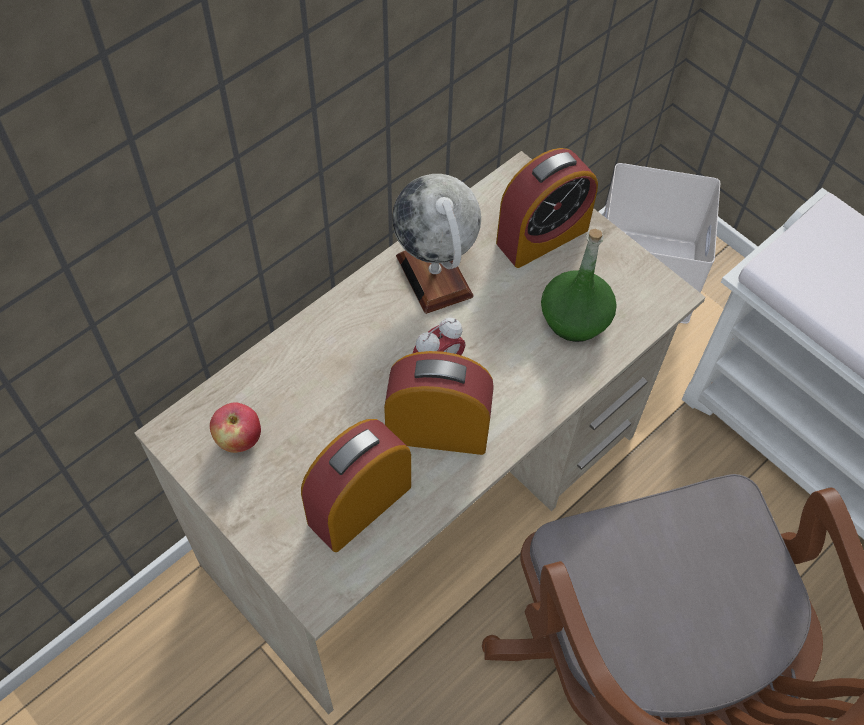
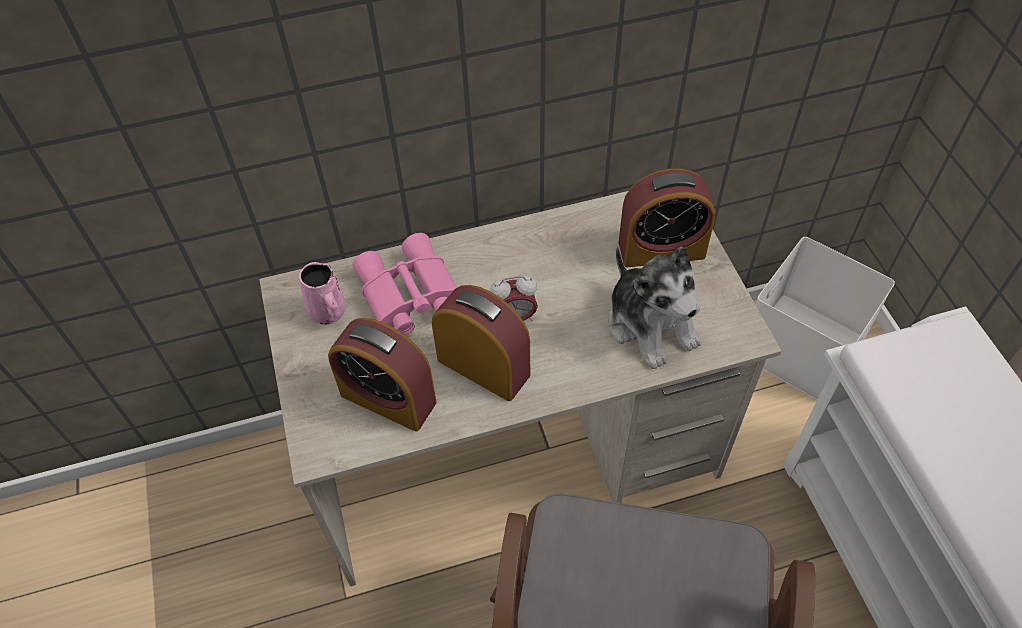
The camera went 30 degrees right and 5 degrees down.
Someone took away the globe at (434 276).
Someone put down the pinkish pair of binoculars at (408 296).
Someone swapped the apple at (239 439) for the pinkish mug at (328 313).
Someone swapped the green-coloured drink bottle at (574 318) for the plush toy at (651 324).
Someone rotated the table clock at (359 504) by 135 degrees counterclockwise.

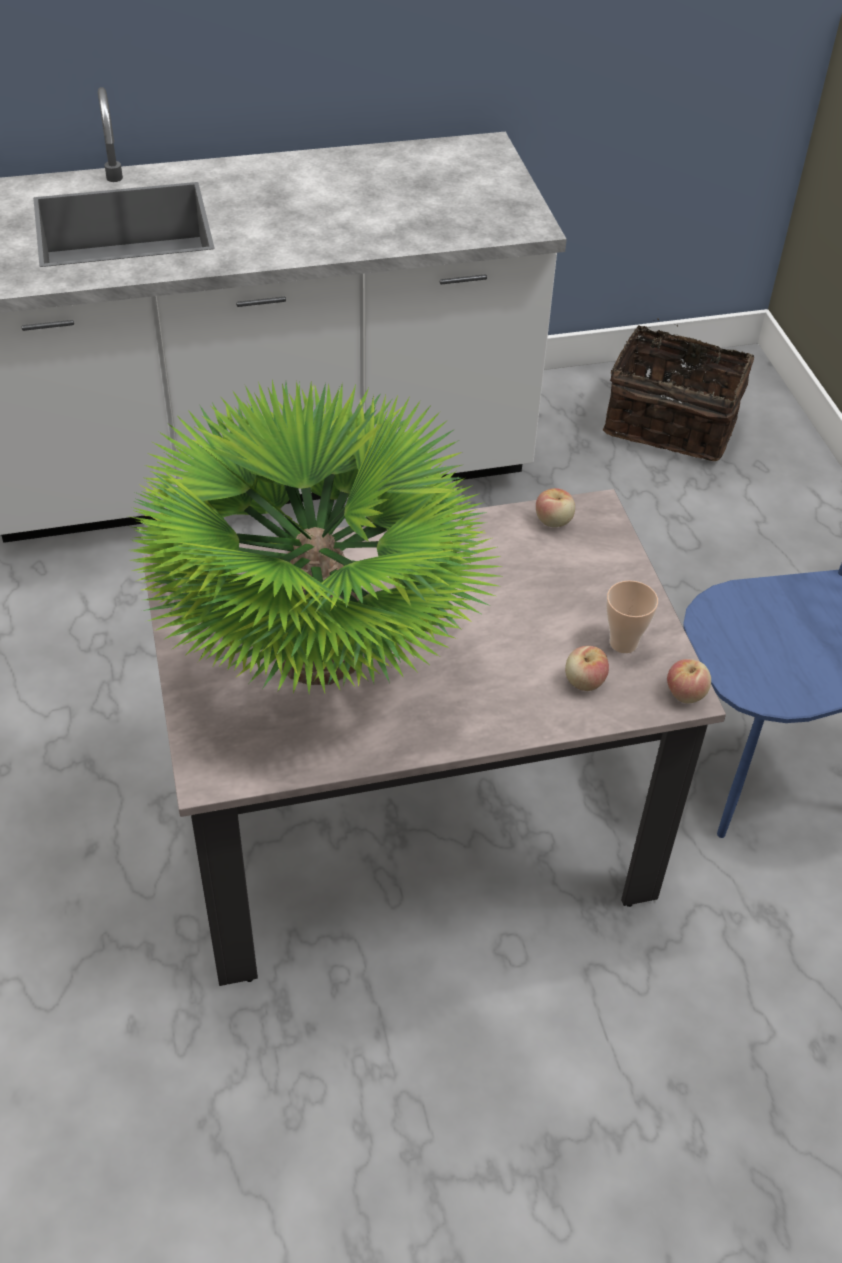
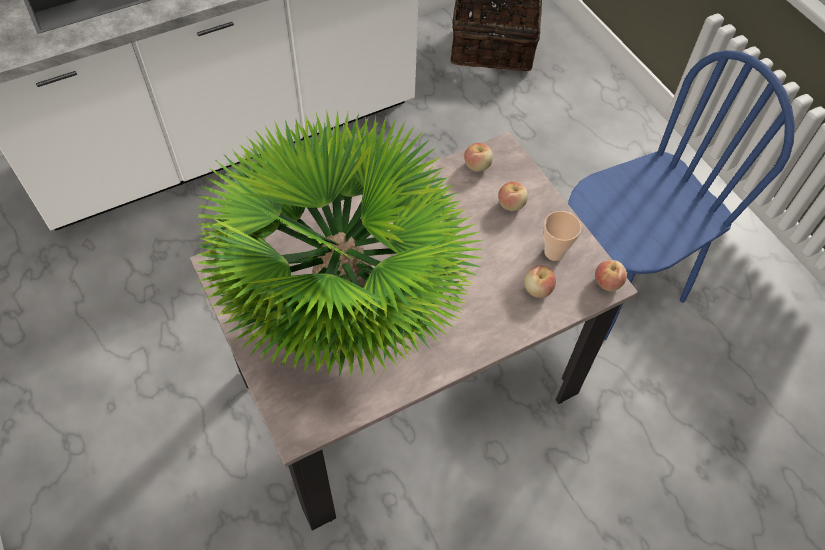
The camera went 15 degrees left and 10 degrees up.
Someone put down the apple at (511 204).

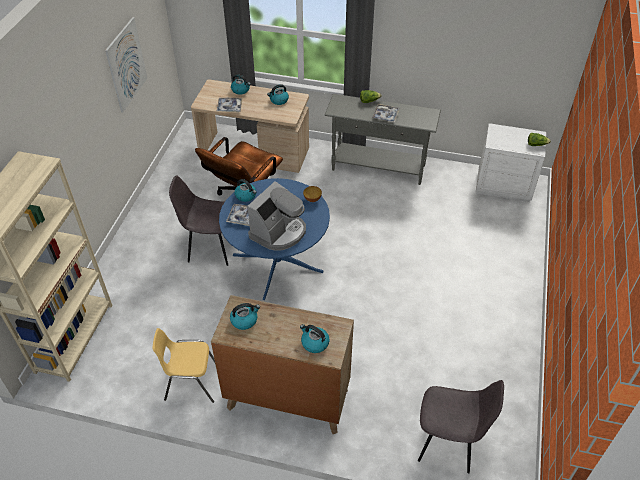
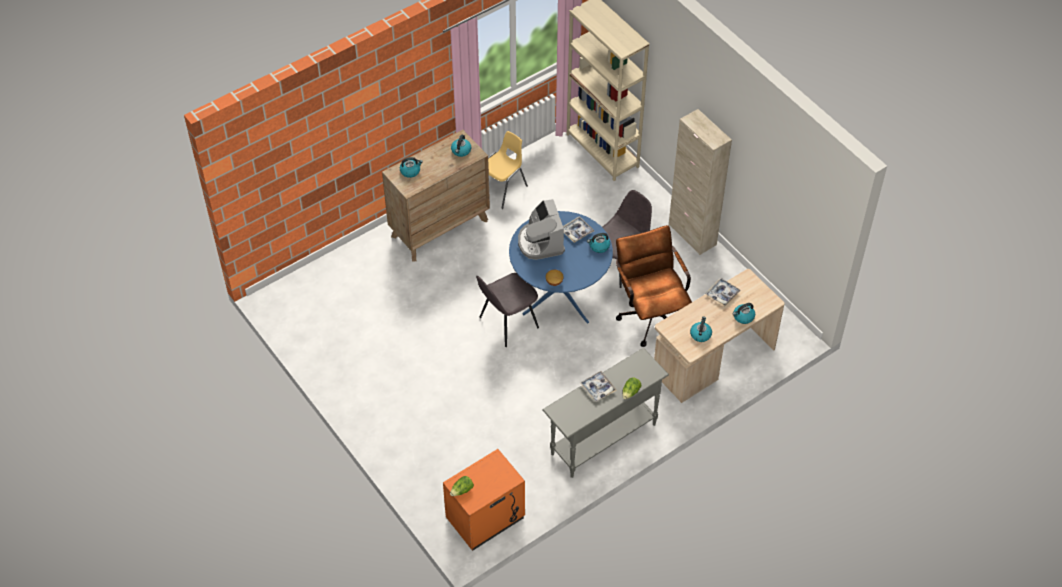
The camera went 130 degrees right and 5 degrees up.
Someone took away the picture at (126 65).
Someone put down the sand-coloured cabinet at (692 234).
Someone carried the grey upright chair from (449 442) to (507 323).
Someone repainted the whitish night table at (504 185), which became the orange night table at (486 519).

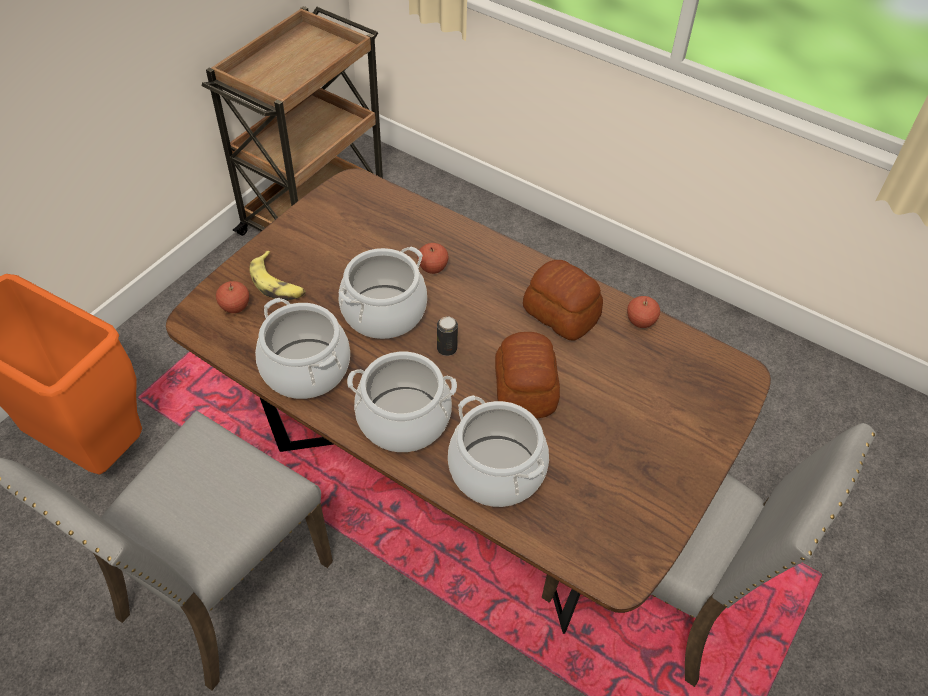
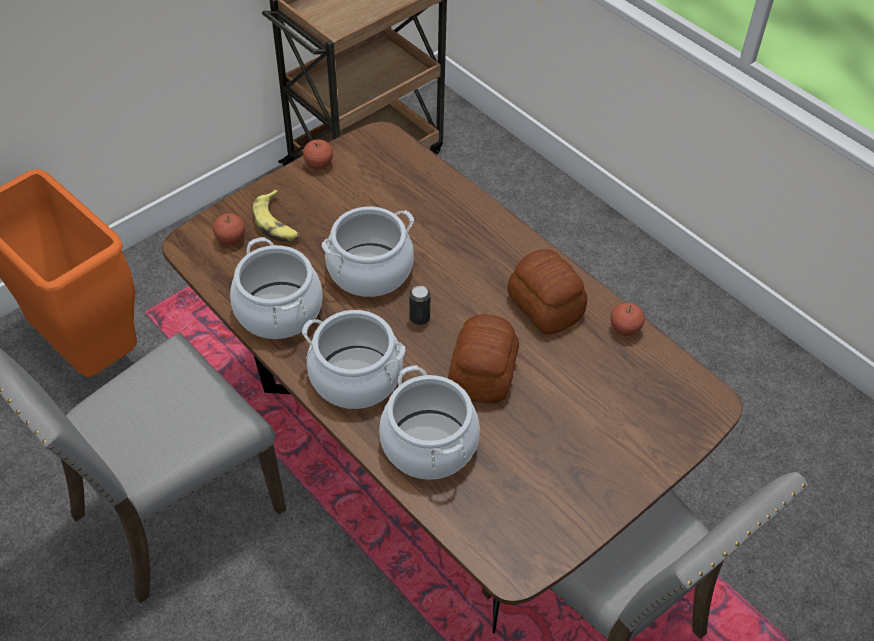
The camera went 15 degrees right and 0 degrees up.
Someone carried the apple from (433 268) to (319 164).

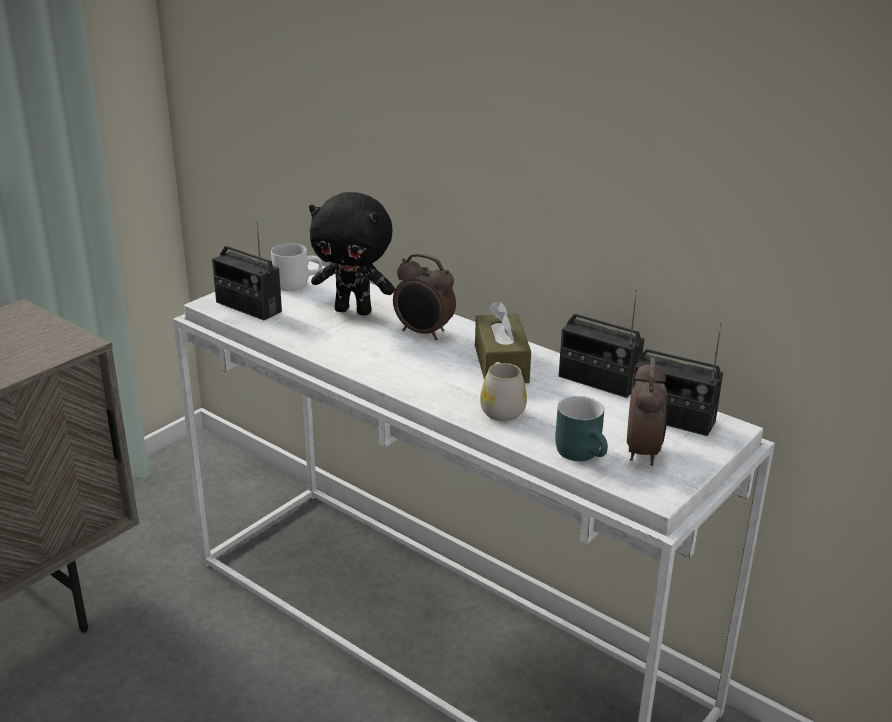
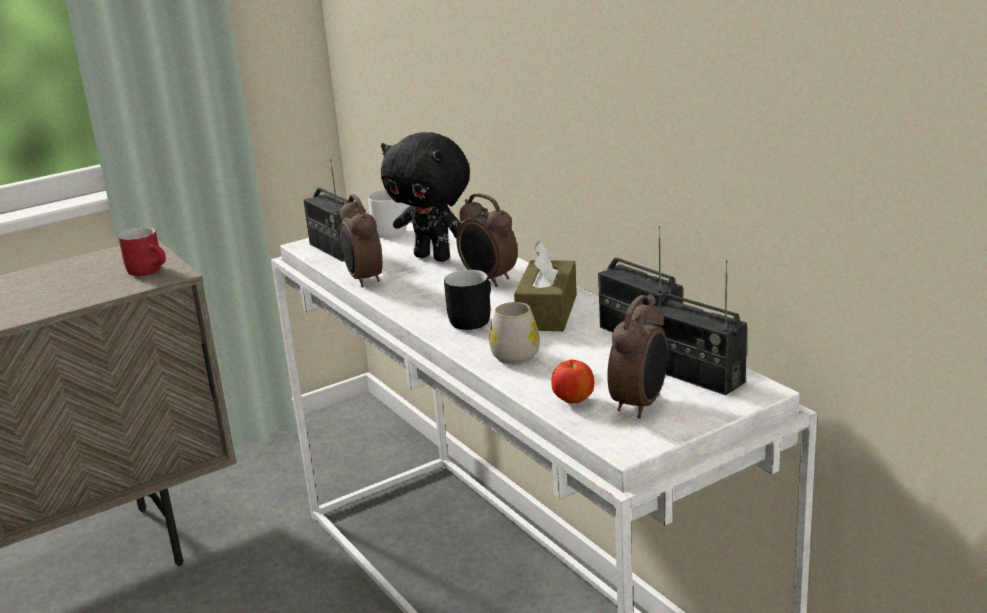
The camera went 20 degrees right and 5 degrees down.
Someone put down the red-coloured mug at (150 270).
Someone put down the table clock at (363 280).
Someone put down the black-coloured mug at (471 319).
Someone swapped the blue-green mug at (584 453) for the apple at (573 401).

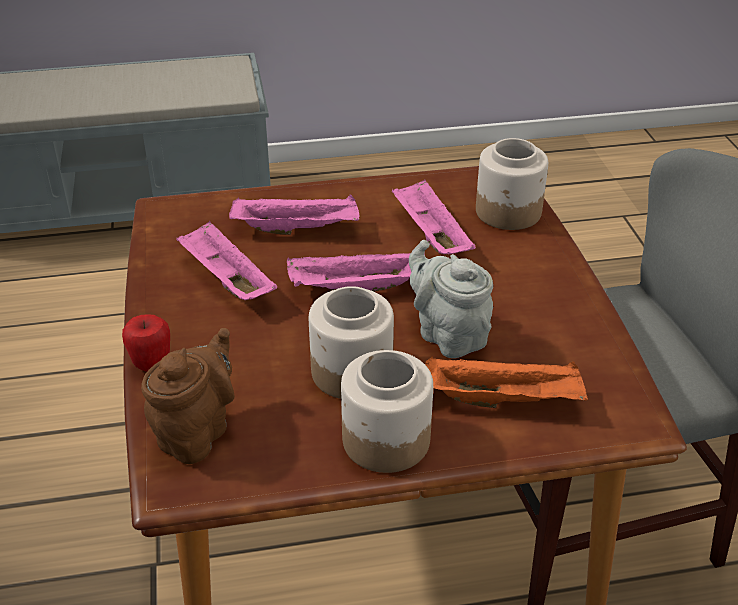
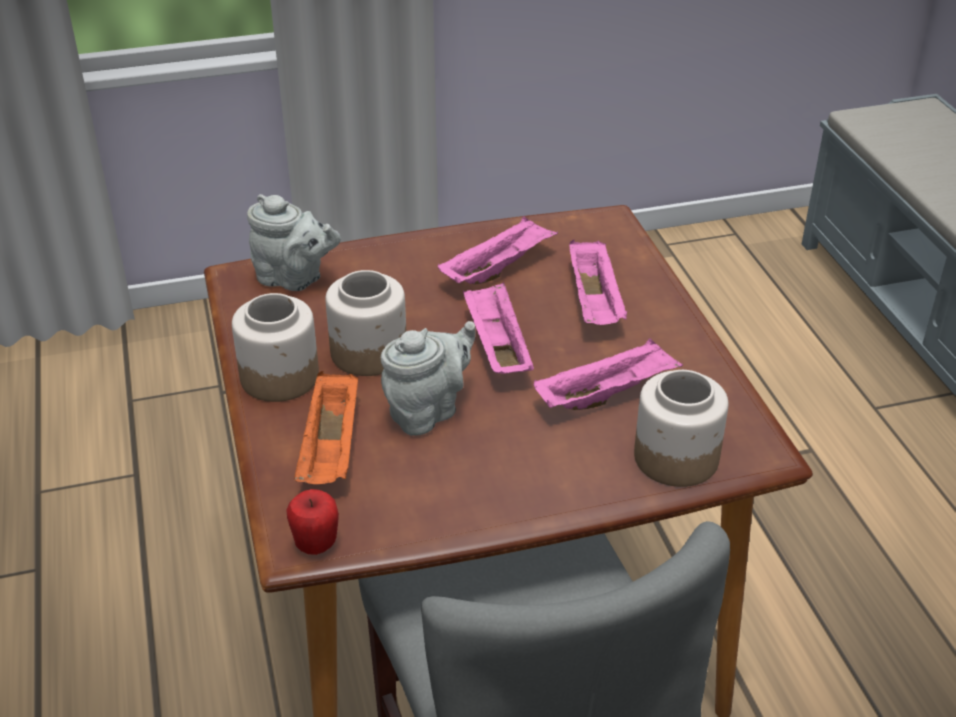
The camera went 85 degrees right and 0 degrees up.
Someone carried the apple from (151 364) to (316 545).
Someone repainted the brown-coloured pot for tea at (197 432), which became the grey pot for tea at (294 279).

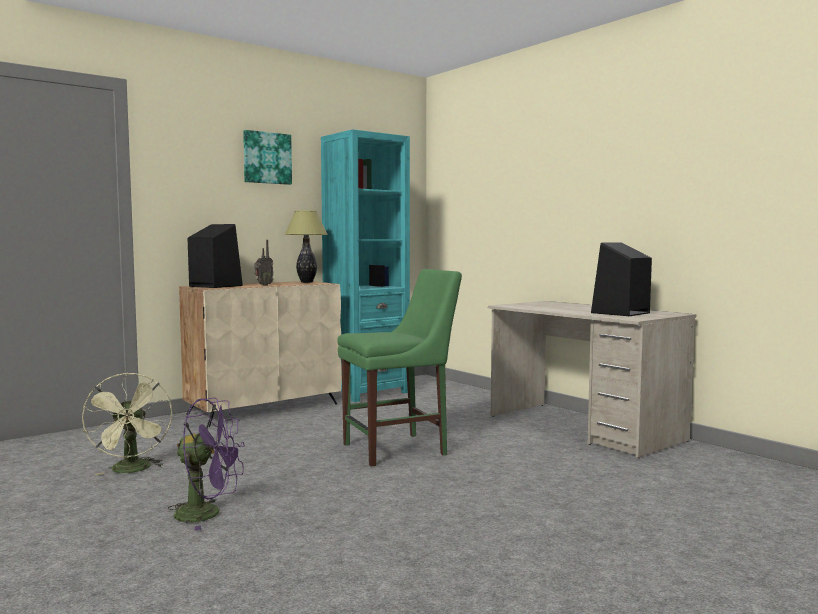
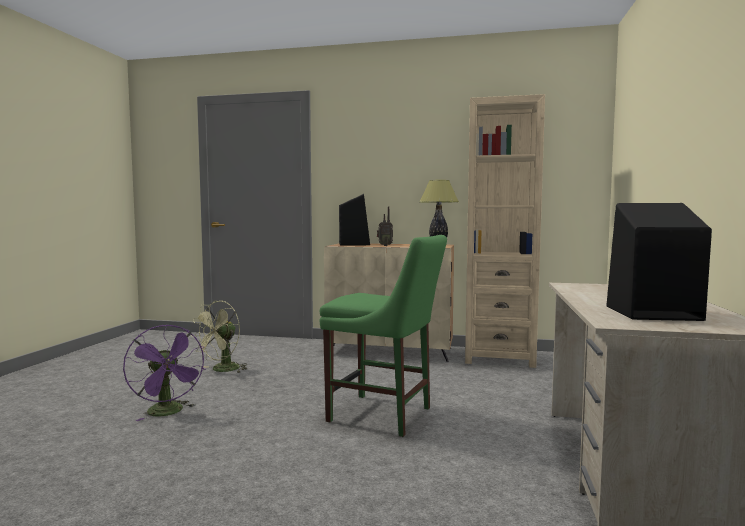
The camera went 50 degrees right and 0 degrees up.
Someone took away the picture at (266 158).
Someone repainted the blue-green bookshelf at (366 392), which became the sand-coloured bookshelf at (499 357).

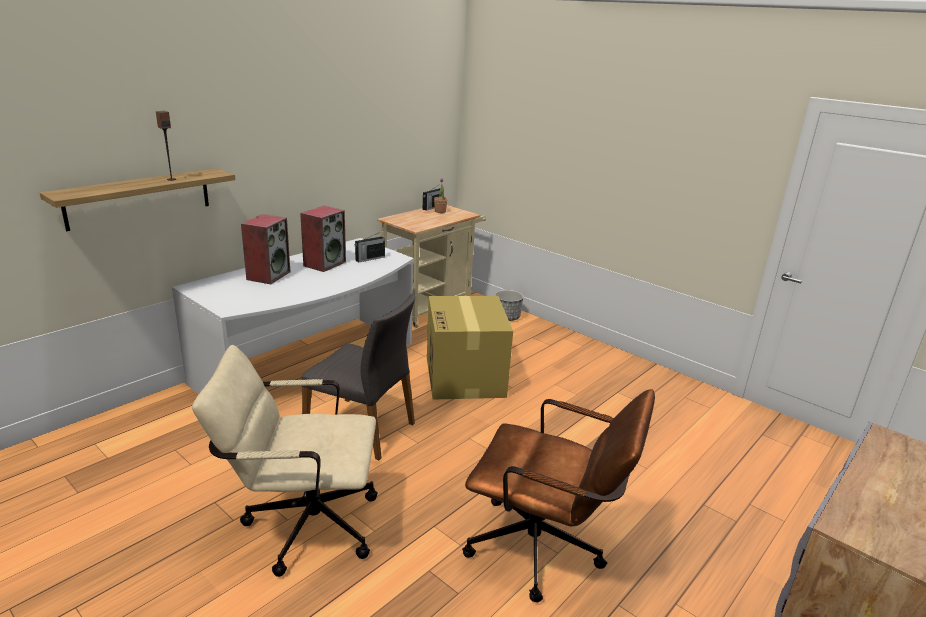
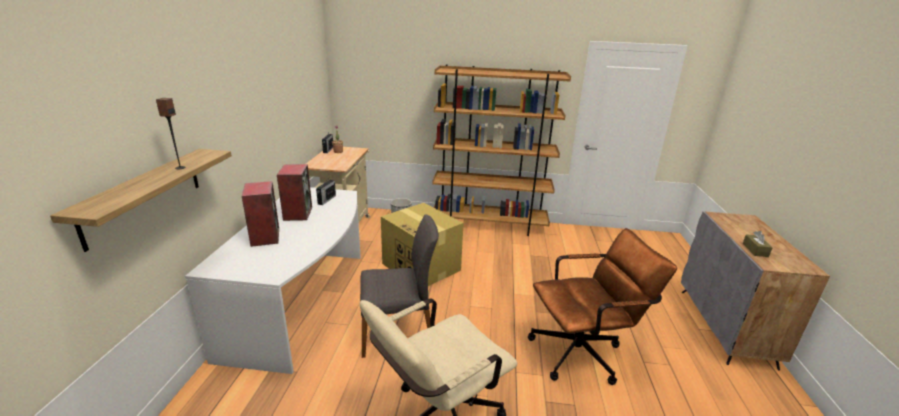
The camera went 35 degrees left and 0 degrees up.
Someone put down the brown-coloured bookshelf at (489 225).
Someone put down the brown-coloured tissue holder at (755 250).

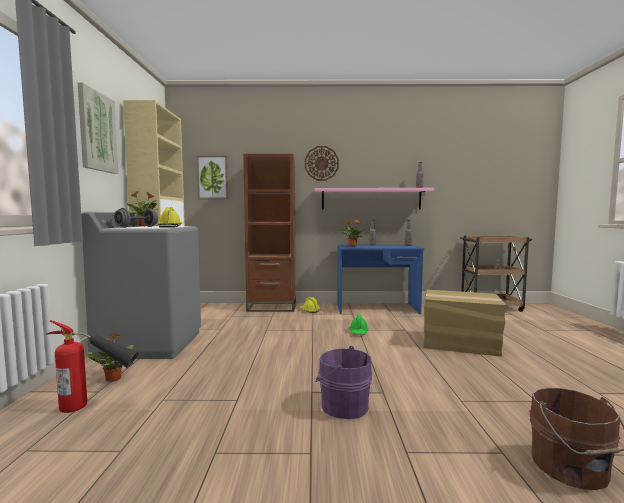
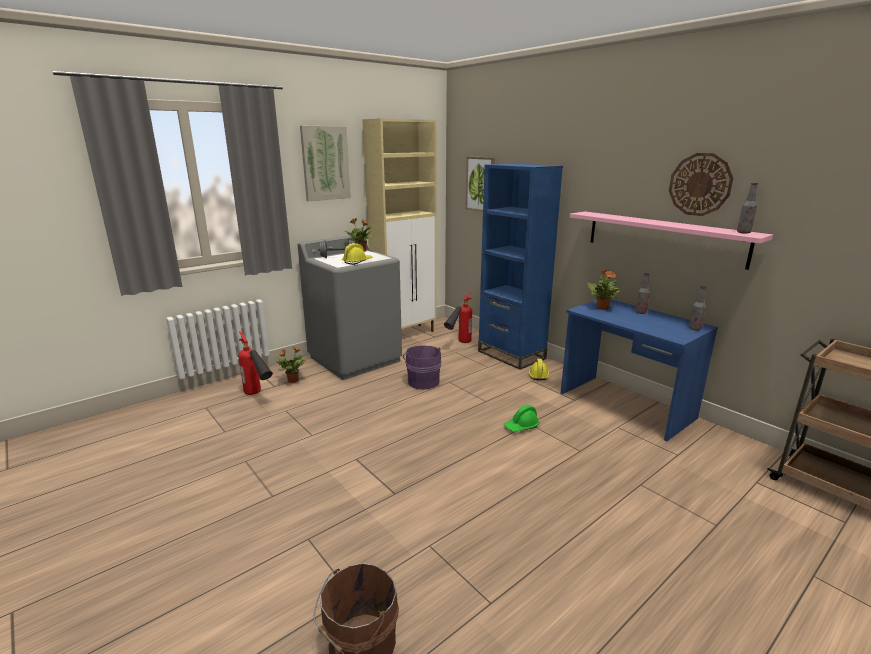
The camera went 50 degrees right and 15 degrees up.
Someone took away the packing box at (460 343).
Someone put down the fire-fighting cylinder at (459 344).
Someone carried the wall clock from (321 163) to (700 184).
Someone carried the purple-coloured water bucket from (342 405) to (423 381).
Someone repainted the brown-coloured bookshelf at (272 307), which became the blue bookshelf at (511 355).

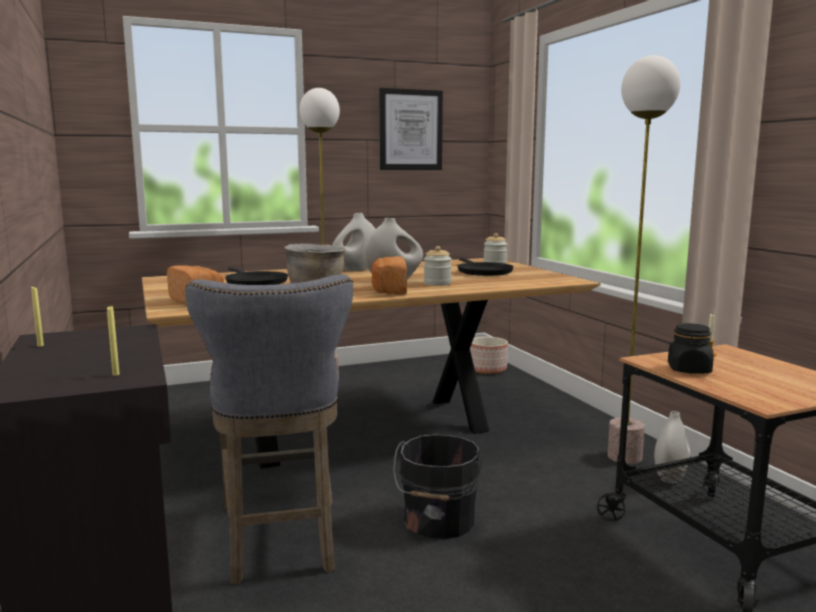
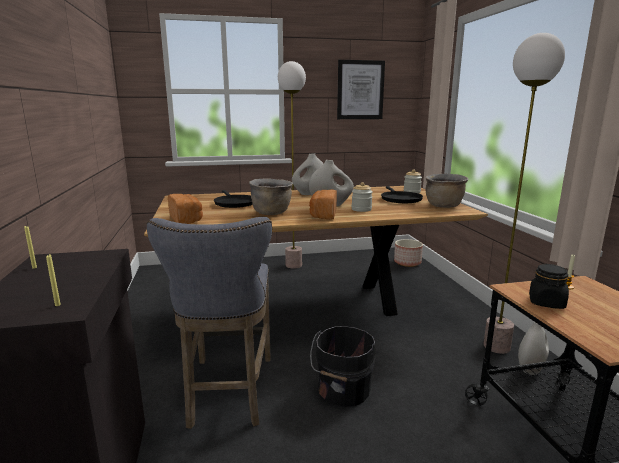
The camera went 10 degrees right and 5 degrees up.
Someone put down the brown-coloured stockpot at (444 206).

